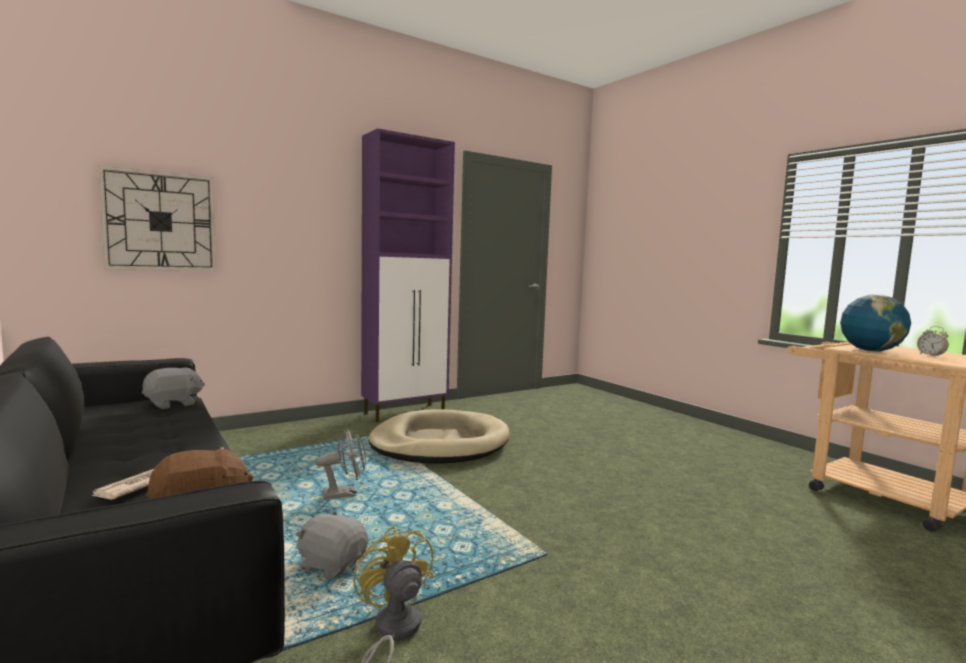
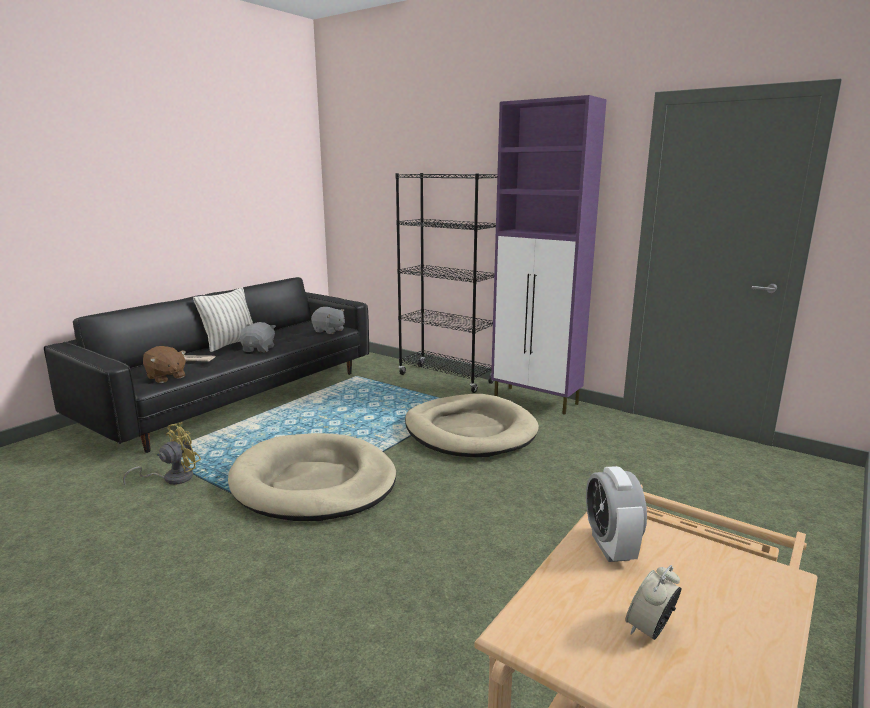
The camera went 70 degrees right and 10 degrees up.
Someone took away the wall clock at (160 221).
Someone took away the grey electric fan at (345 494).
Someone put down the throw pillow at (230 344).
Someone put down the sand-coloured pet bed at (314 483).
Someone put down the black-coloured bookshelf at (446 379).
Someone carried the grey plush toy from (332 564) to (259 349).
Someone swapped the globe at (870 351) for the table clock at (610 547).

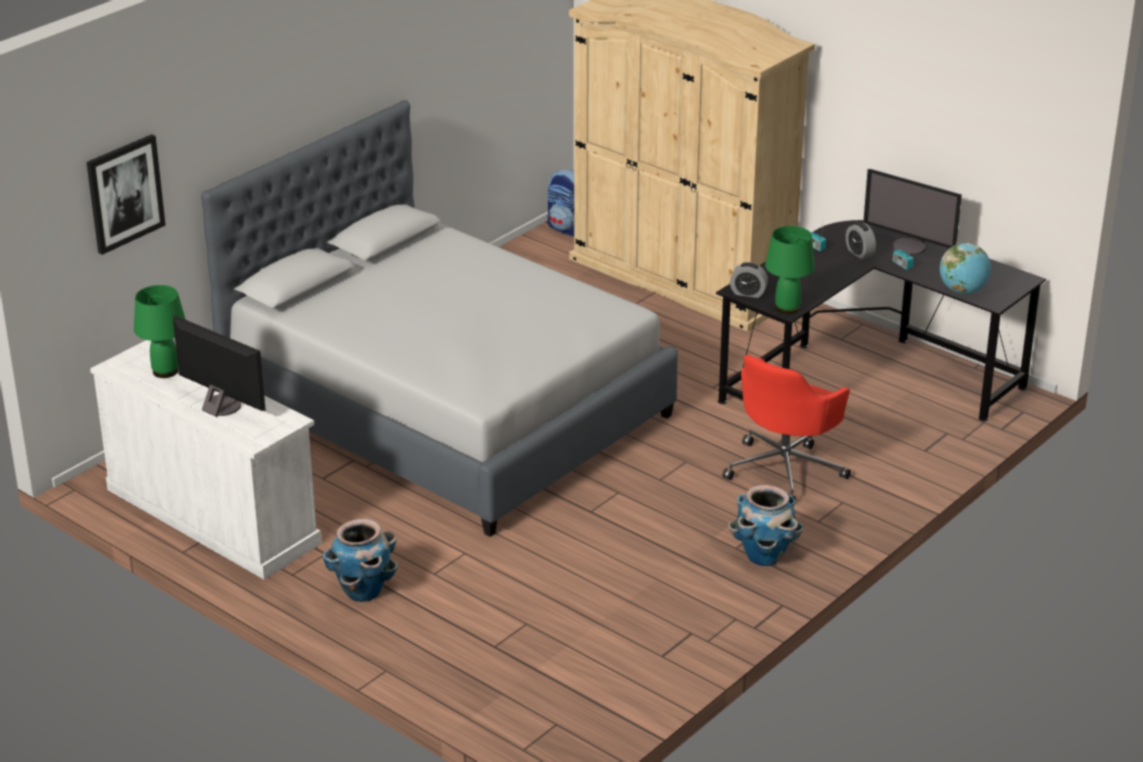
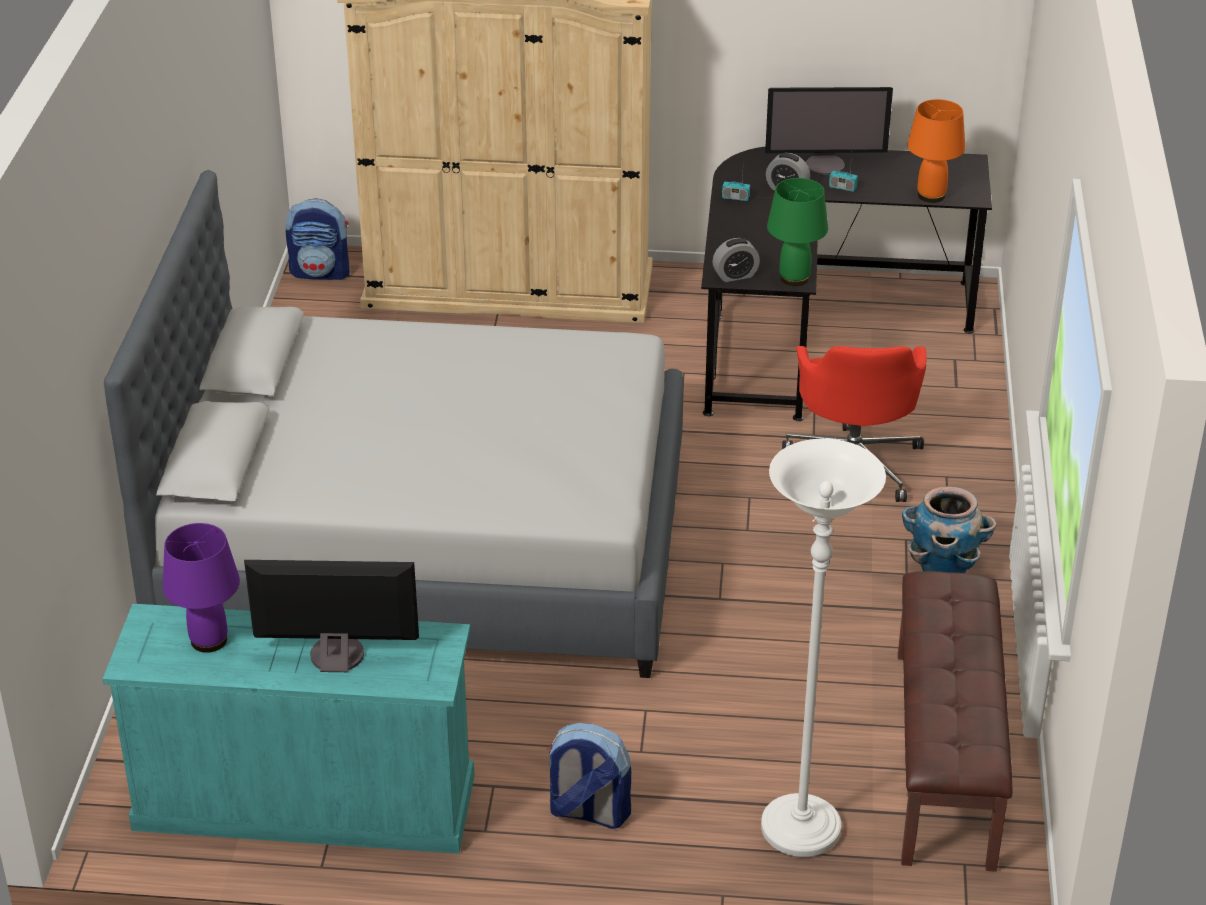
The camera went 35 degrees left and 5 degrees up.
Someone took away the picture at (125 193).
Someone put down the whitish standard lamp at (800 830).
Someone put down the brown-coloured indoor bench at (946 757).
Someone swapped the planter at (362 591) for the rucksack at (588 812).
Someone swapped the globe at (963 291) for the orange tabletop lamp at (932 195).
Someone repainted the whitish drawer chest at (211 515), which became the blue-green drawer chest at (303 803).
Someone repainted the green-coloured tabletop lamp at (165 371), which became the purple-coloured tabletop lamp at (208 640).

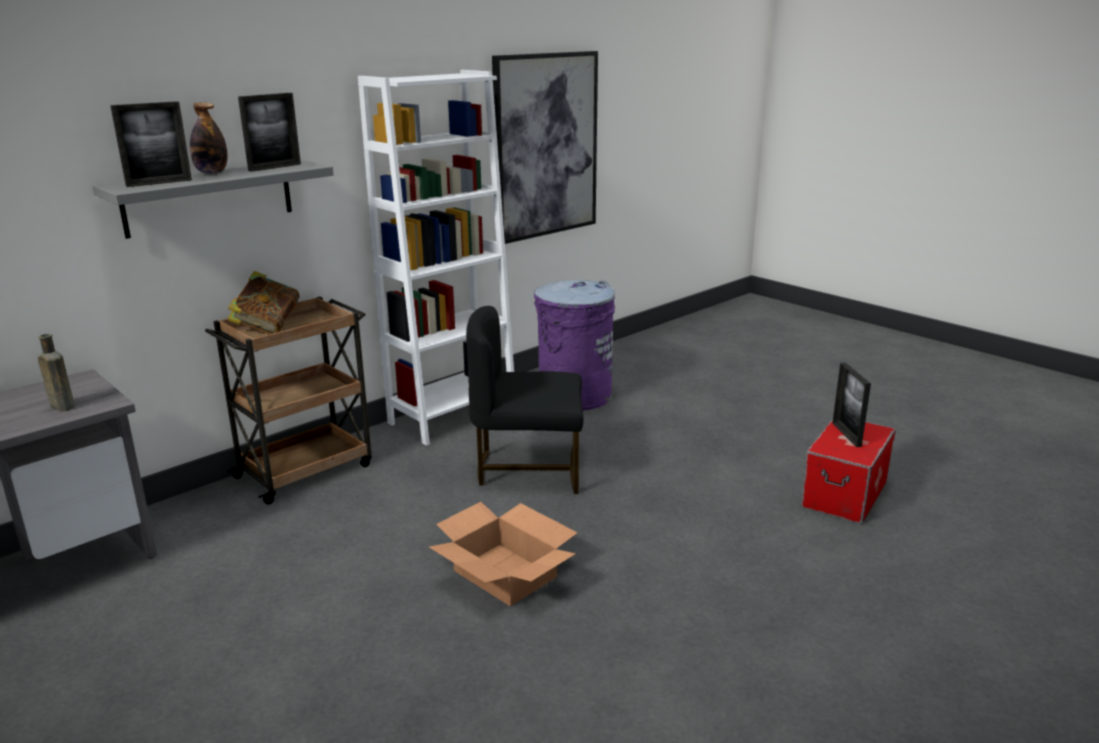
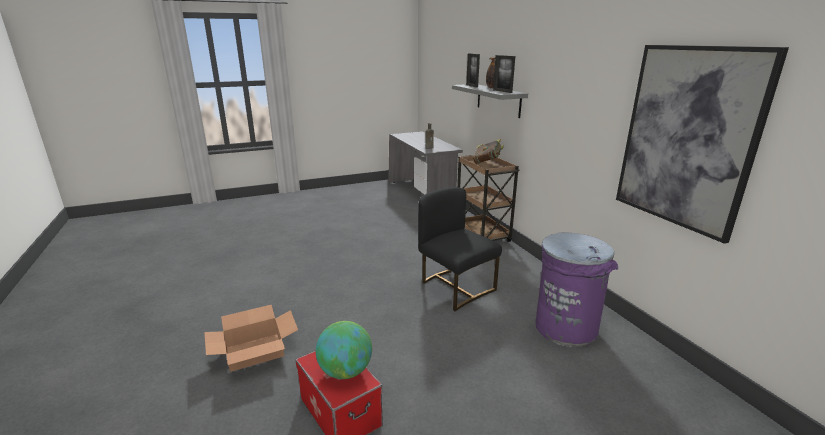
The camera went 110 degrees right and 0 degrees up.
Someone took away the whitish bookshelf at (453 416).
Someone carried the packing box from (505 573) to (255 352).
Someone swapped the photo frame at (846 434) for the globe at (345 371).
Someone rotated the black-coloured upright chair at (529 468) by 60 degrees counterclockwise.

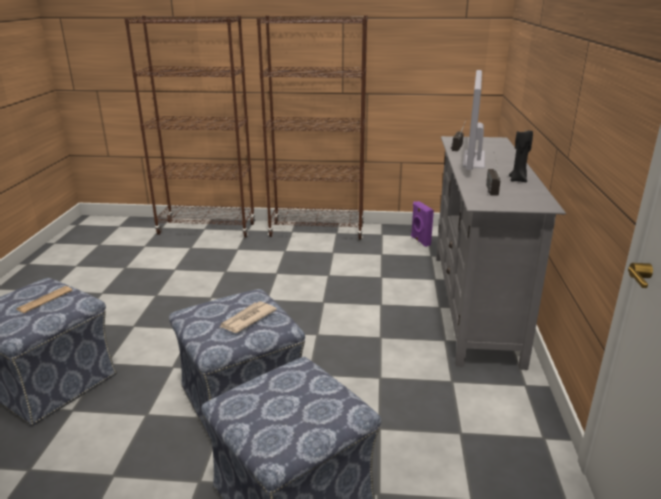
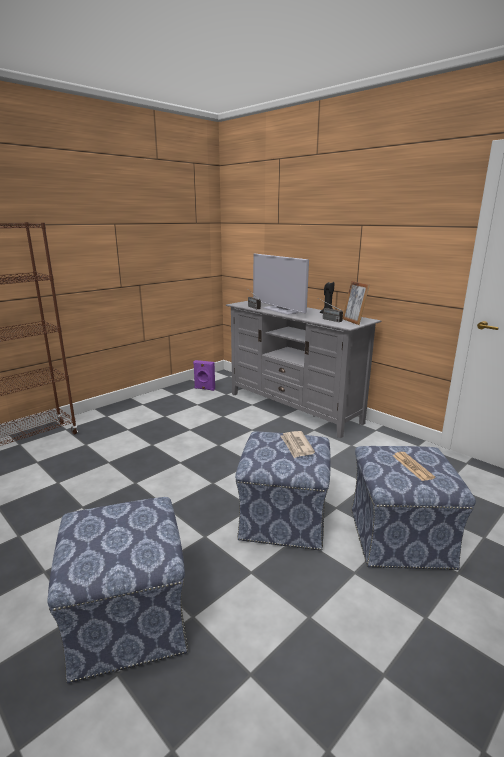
The camera went 50 degrees left and 5 degrees down.
Someone took away the brown-coloured bookshelf at (317 231).
Someone put down the photo frame at (353 321).
Someone carried the daily paper from (45 300) to (412 466).

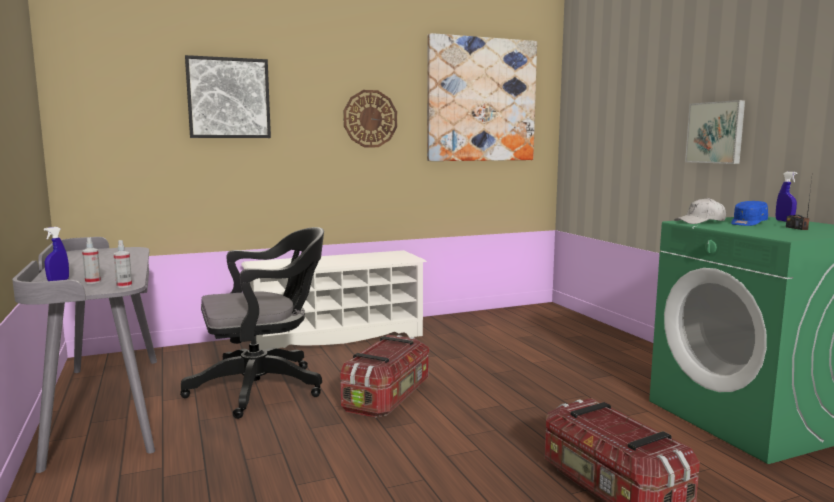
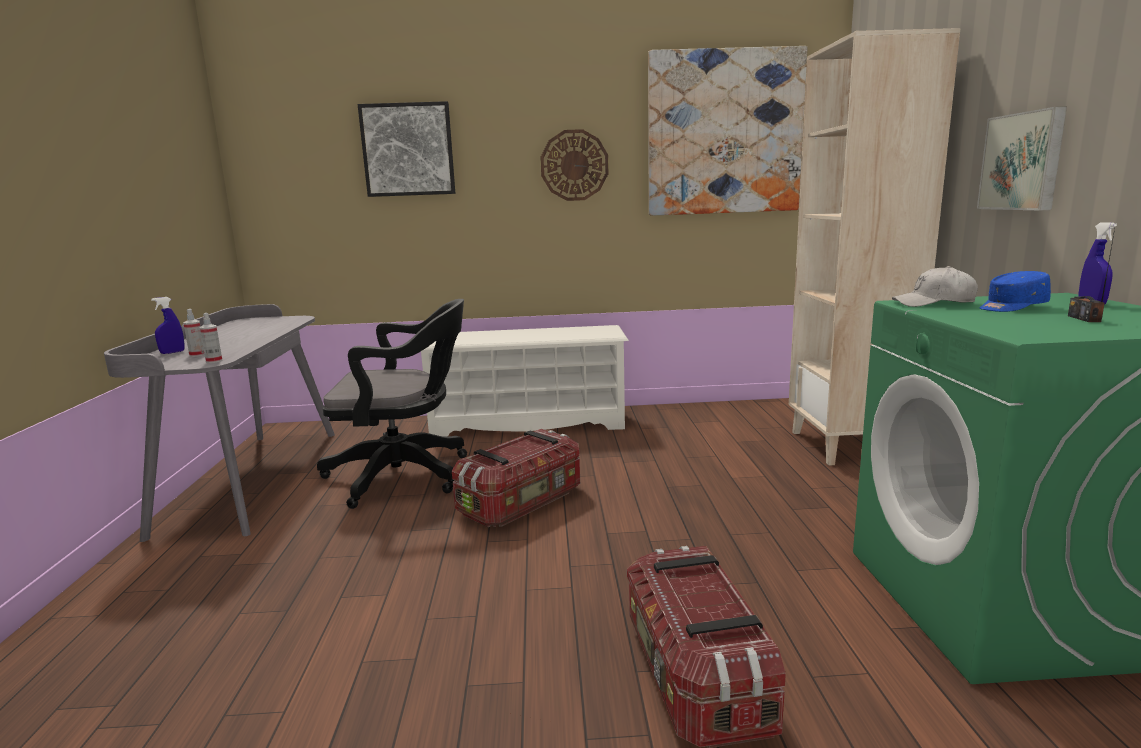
The camera went 20 degrees right and 5 degrees up.
Someone put down the sand-coloured bookshelf at (847 446).

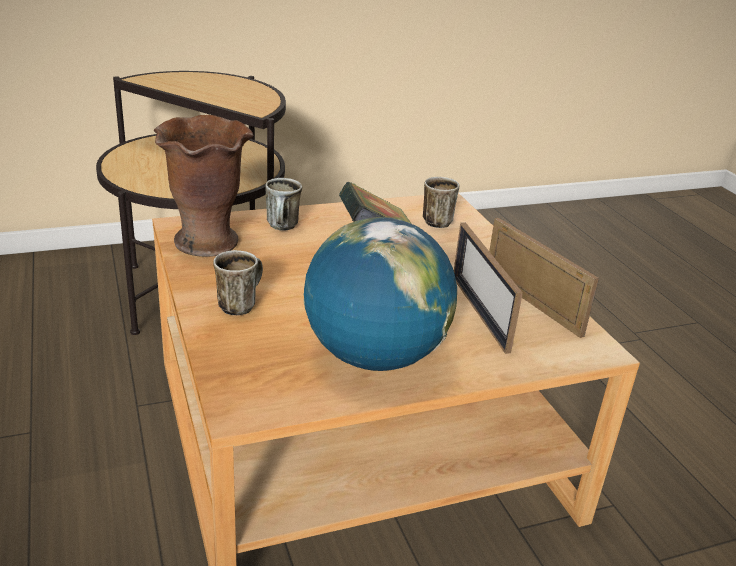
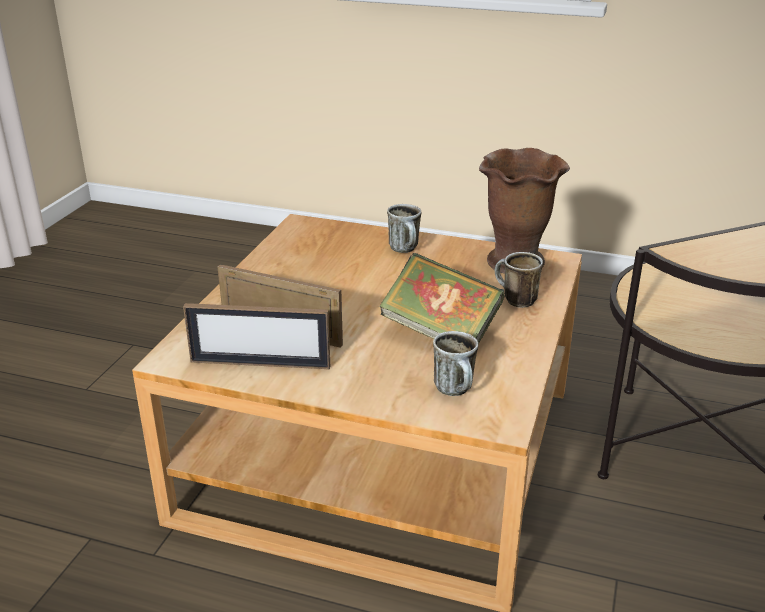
The camera went 130 degrees right and 0 degrees up.
Someone took away the globe at (374 357).

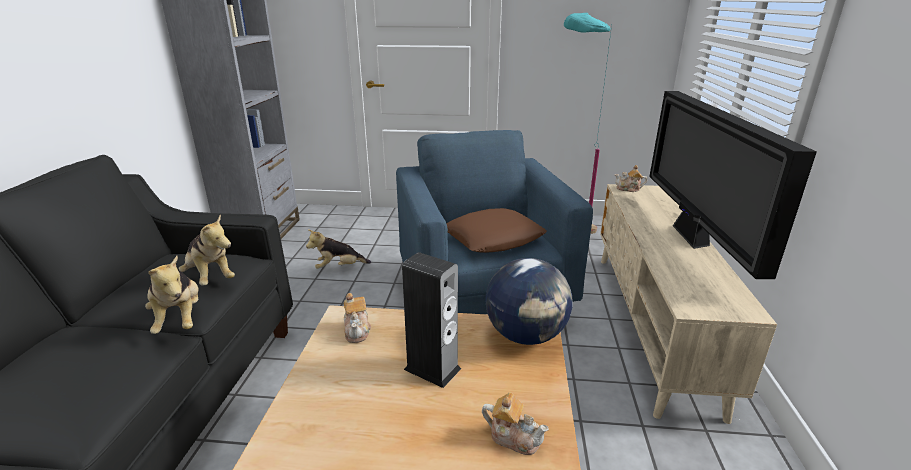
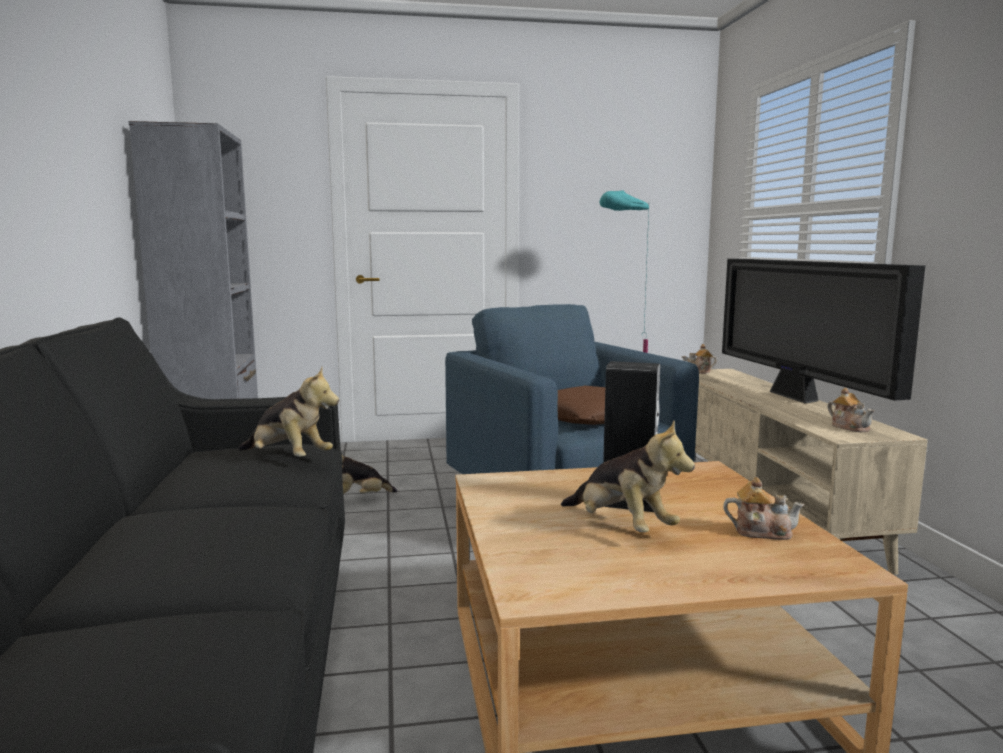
The camera went 15 degrees left and 15 degrees down.
Someone took away the globe at (526 336).
Someone carried the plush toy from (180 319) to (621 527).
Someone carried the pot for tea from (357 330) to (850 427).

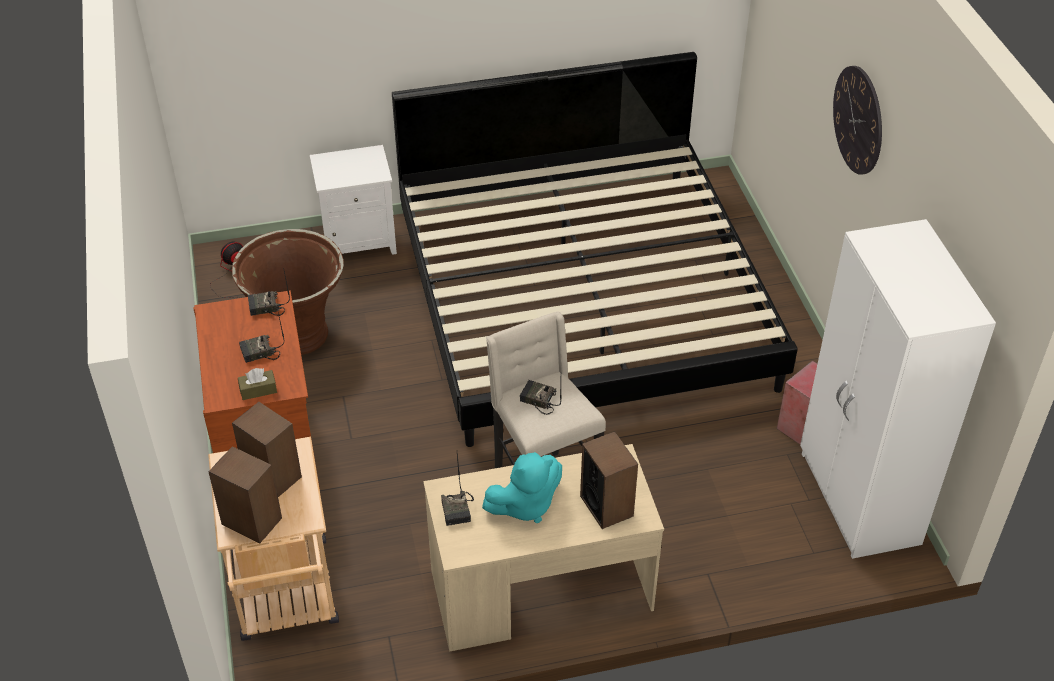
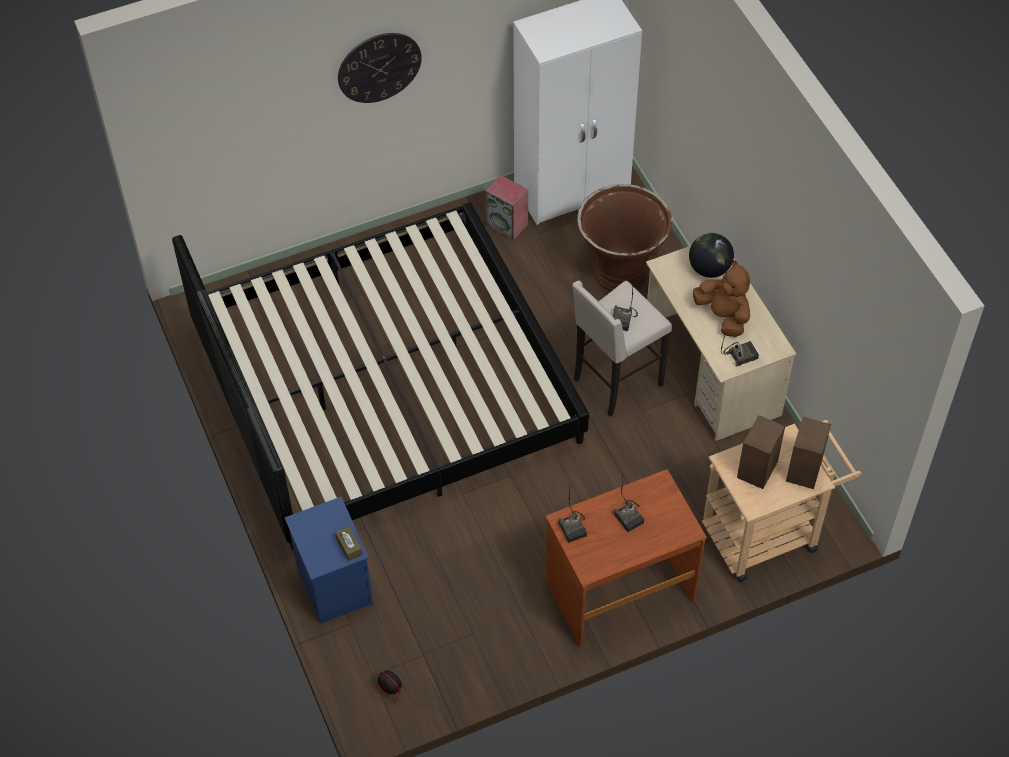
The camera went 100 degrees left and 10 degrees up.
Someone carried the brown-coloured planter from (299 335) to (621 271).
Someone carried the brown-coloured tissue holder from (258 390) to (349 546).
Someone swapped the speaker at (606 505) for the globe at (709 269).
Someone repainted the whitish night table at (360 241), which became the blue night table at (333 585).
Someone repainted the blue-green plush toy at (525 505), which became the brown-coloured plush toy at (723 316).

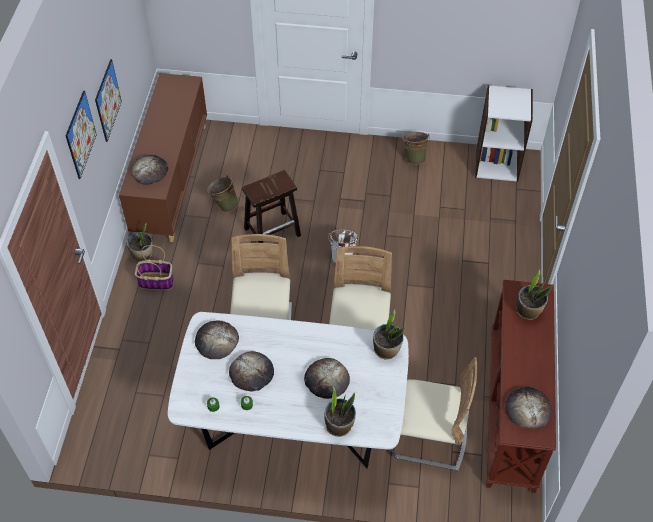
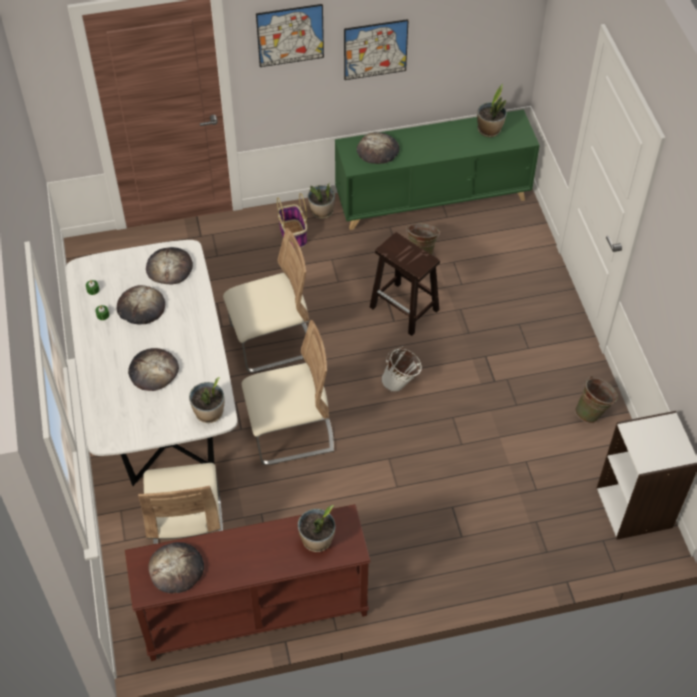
The camera went 70 degrees right and 0 degrees up.
Someone carried the houseplant from (339 425) to (489 130).
Someone repainted the brown-coloured cabinet at (171 179), which became the green-coloured cabinet at (433 199).

